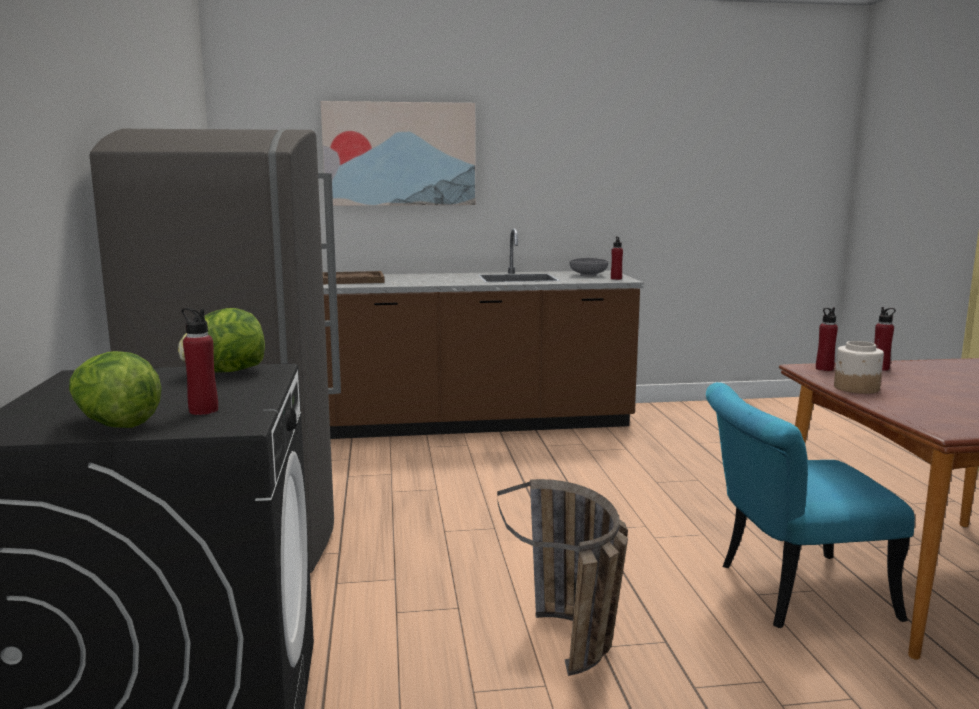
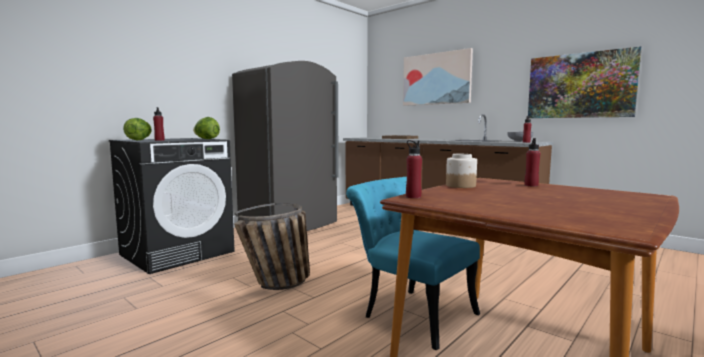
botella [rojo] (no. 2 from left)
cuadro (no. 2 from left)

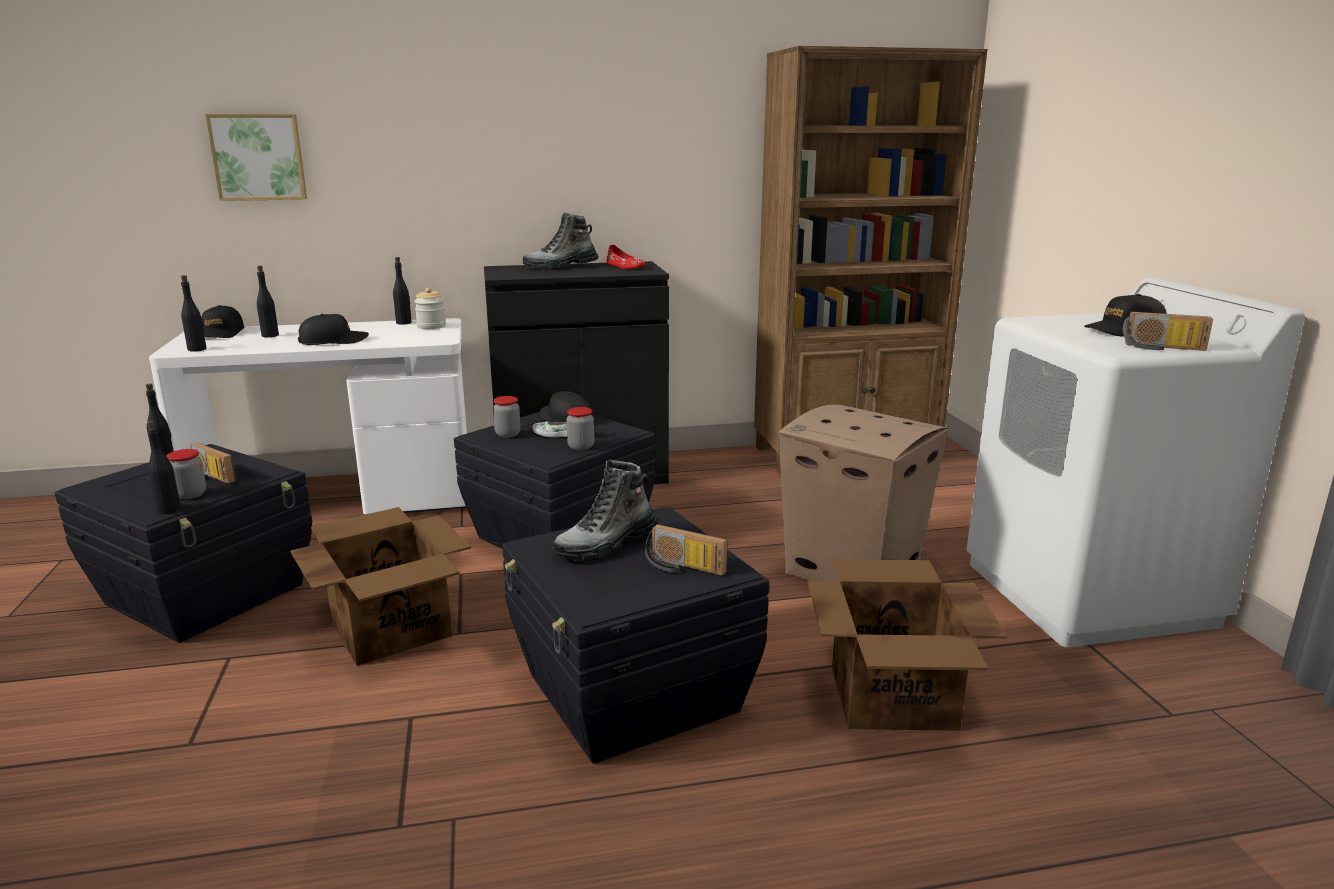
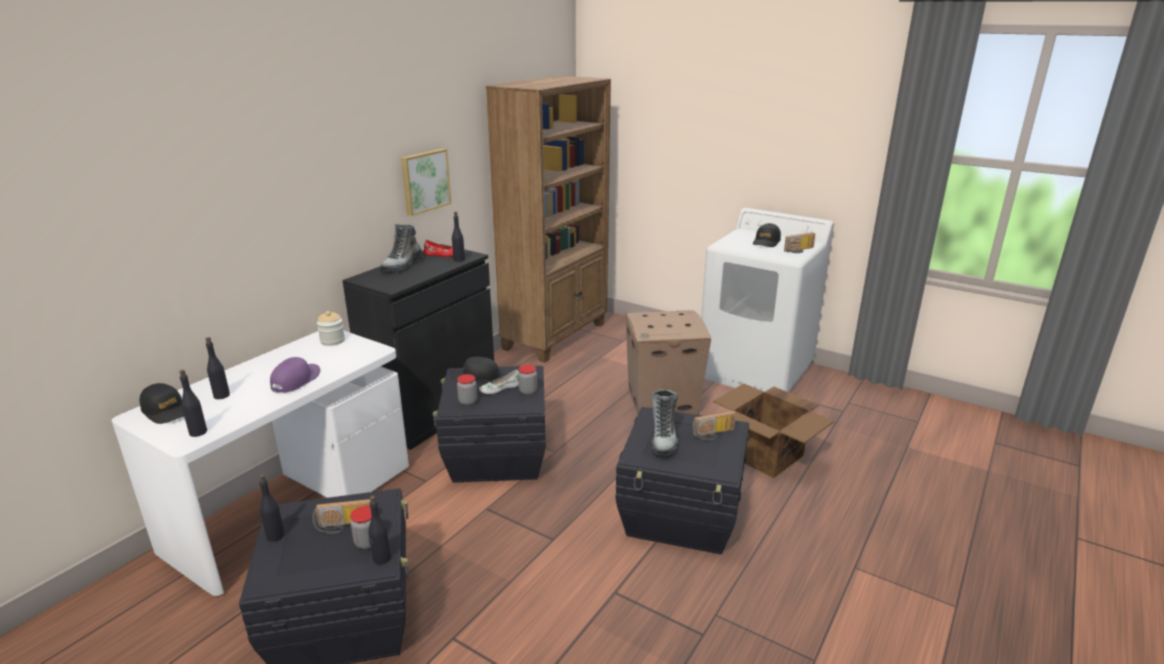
cuadro
botella [negro] (no. 5 from left)
gorra [morado]
caja de cartón (no. 1 from left in the first image)

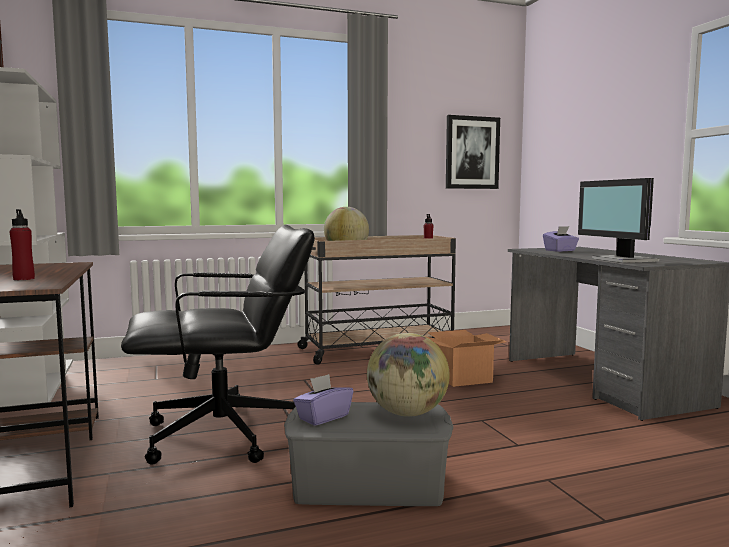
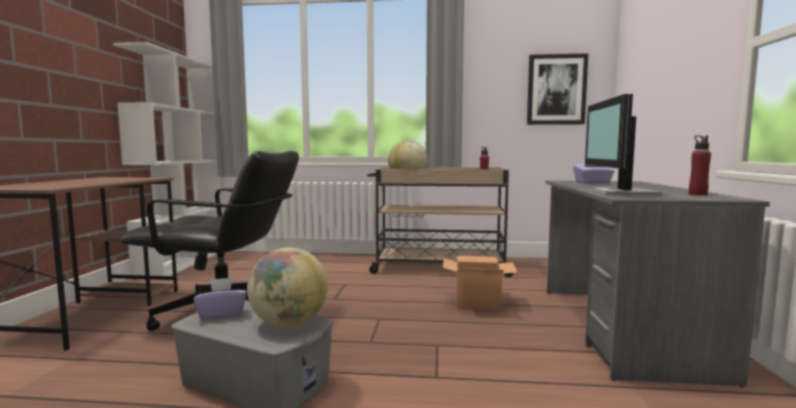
botella [rojo] (no. 2 from left)

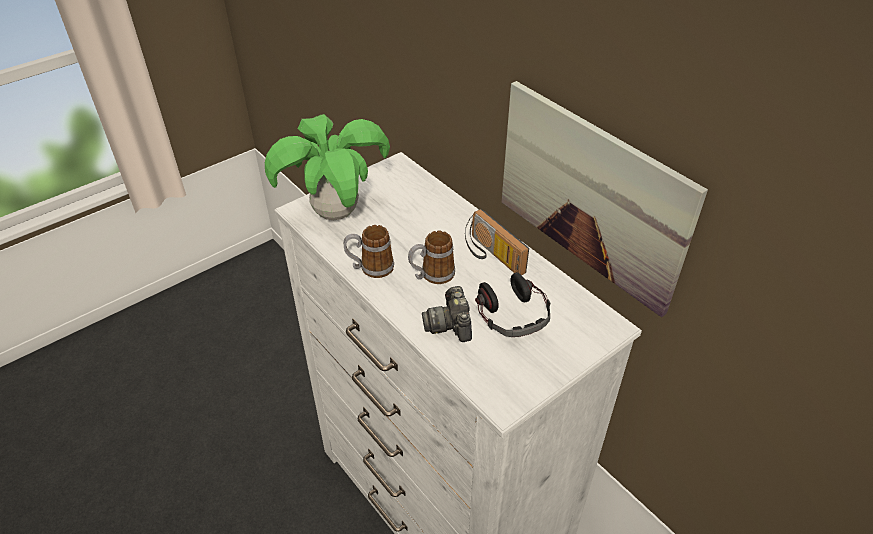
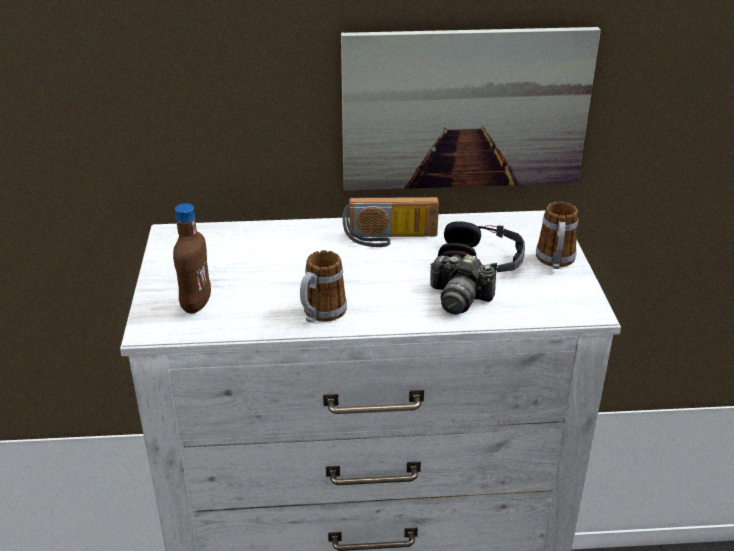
botella [marrón]
taza grande (no. 2 from left)

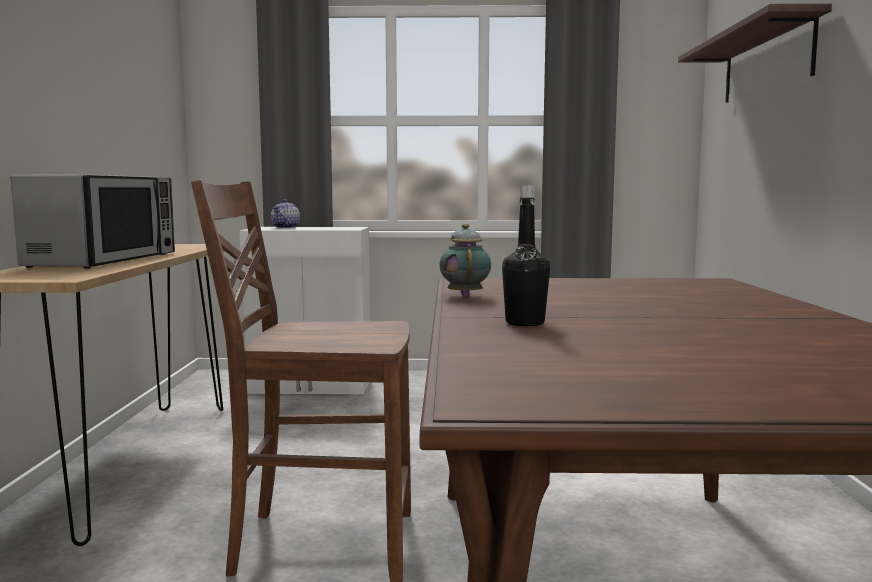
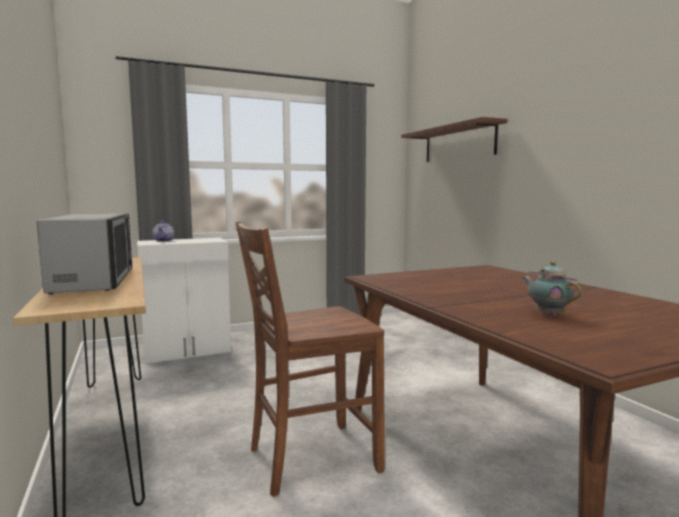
botella [negro]
tetera (no. 2 from left)

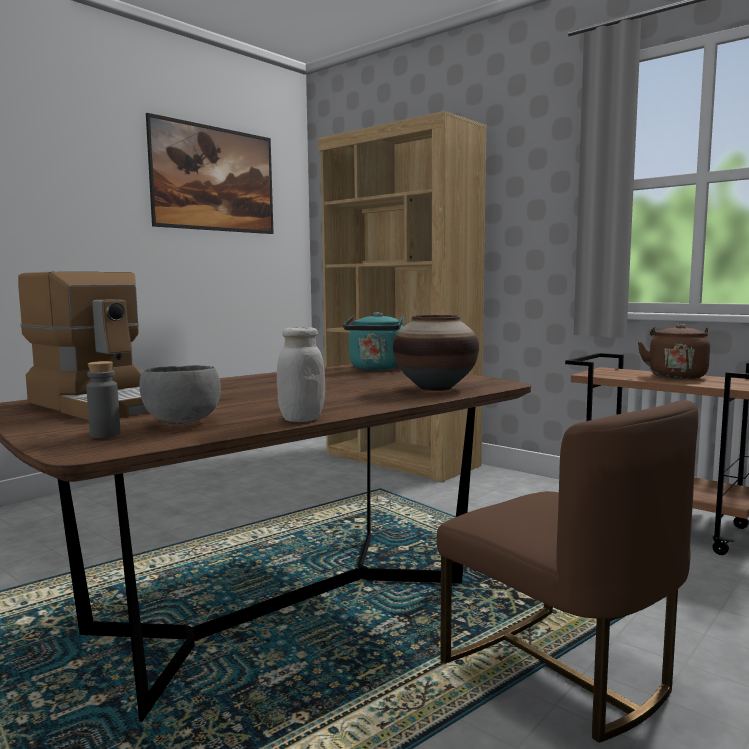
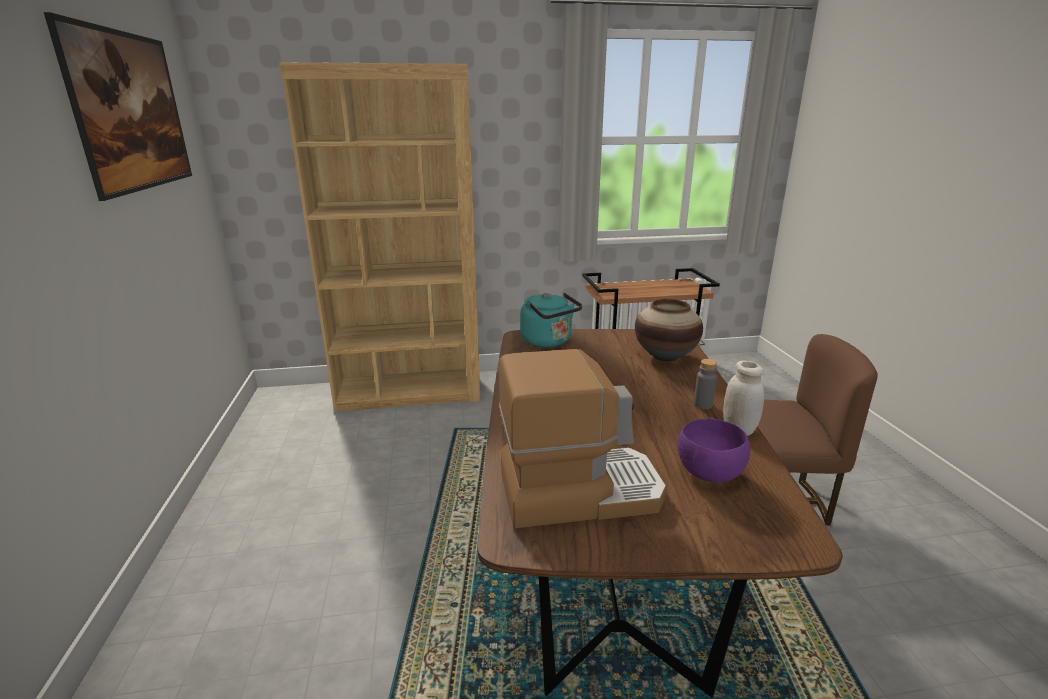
hervidor [marrón]
botella [gris]
cuenco [morado]

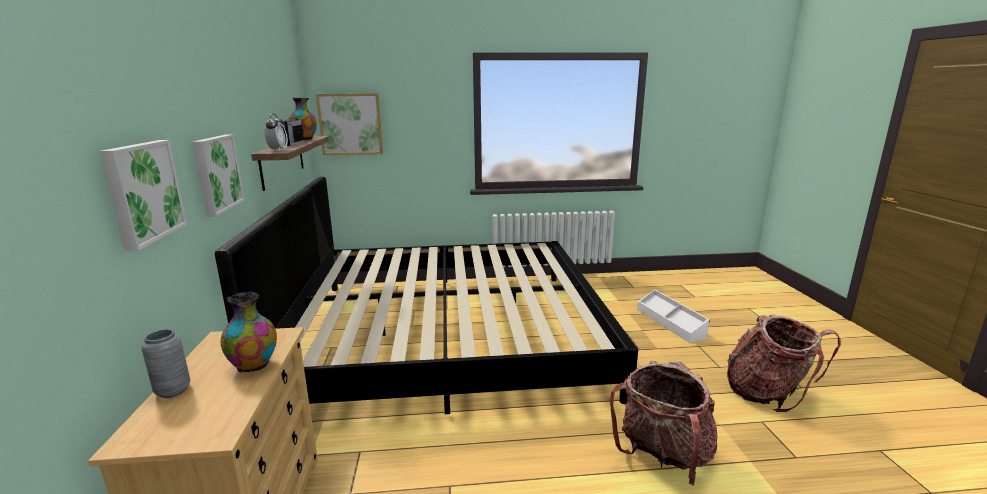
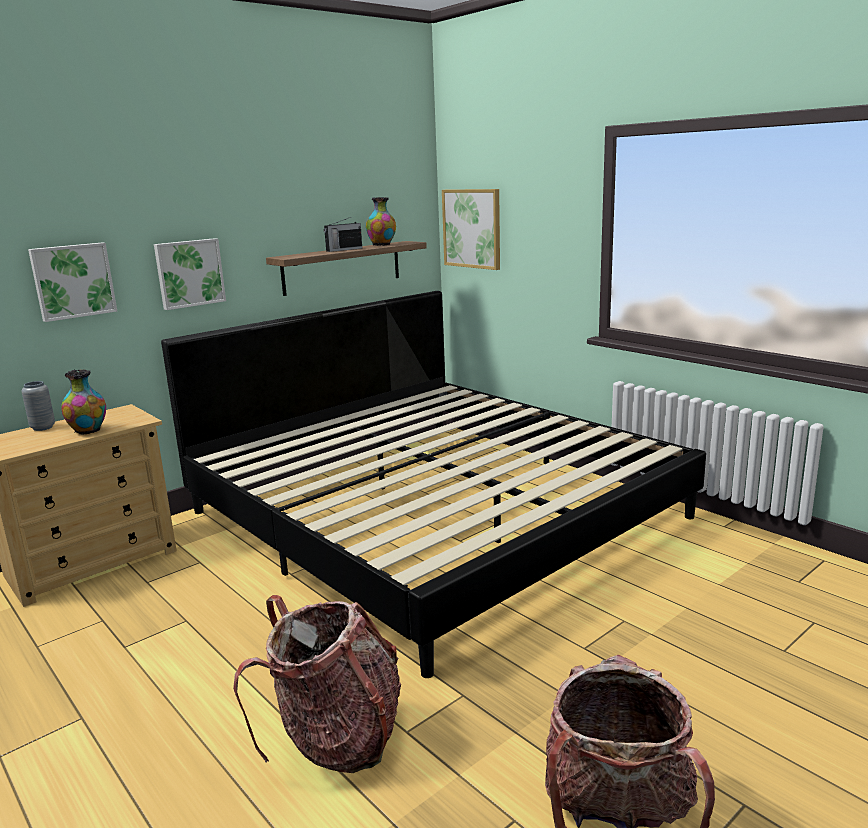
despertador
caja de almacenaje [blanco]

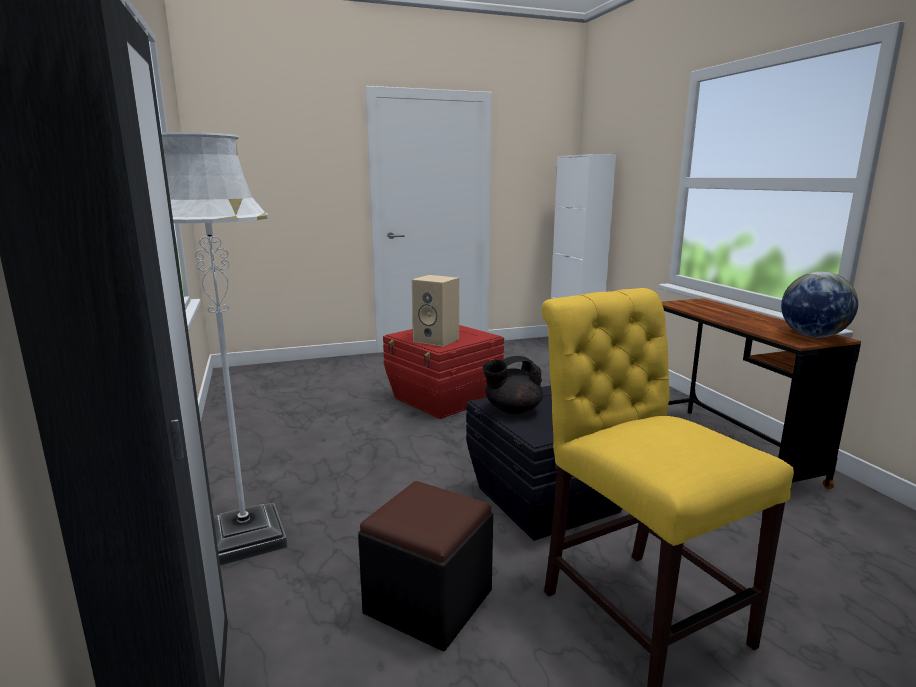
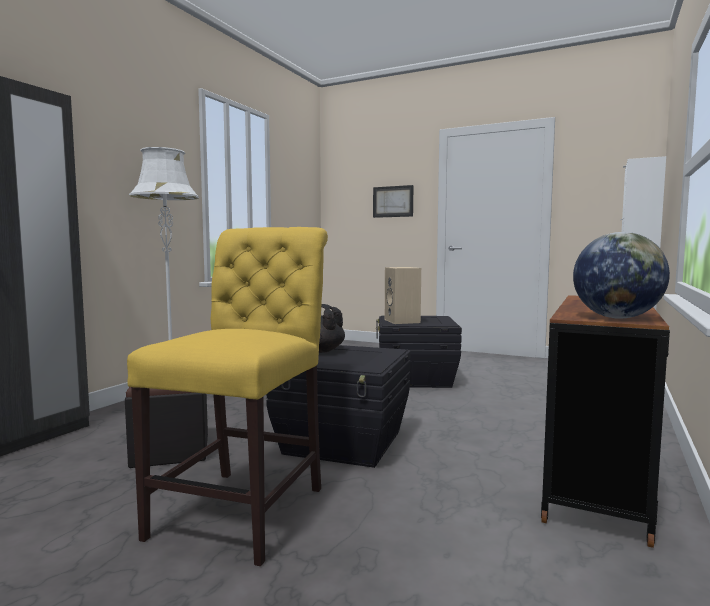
caja de almacenaje [negro] (no. 2 from left)
cuadro

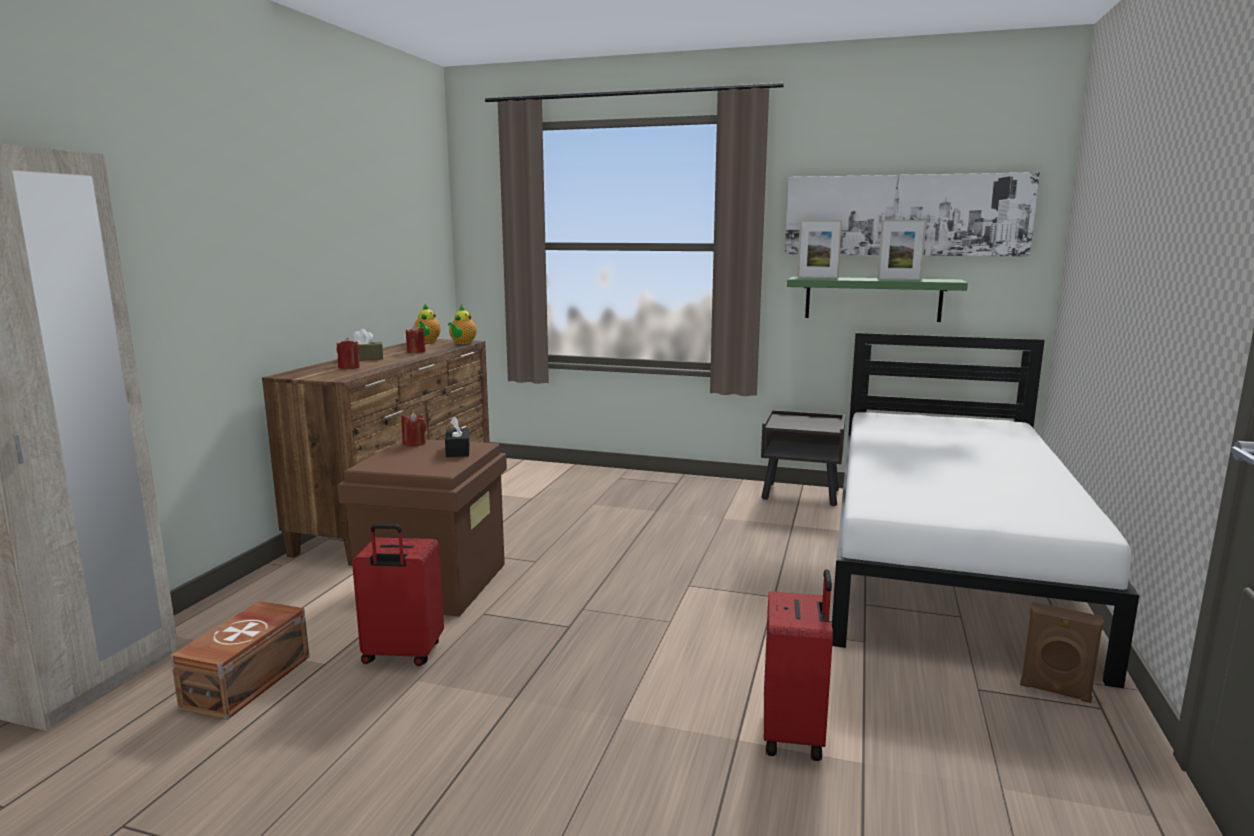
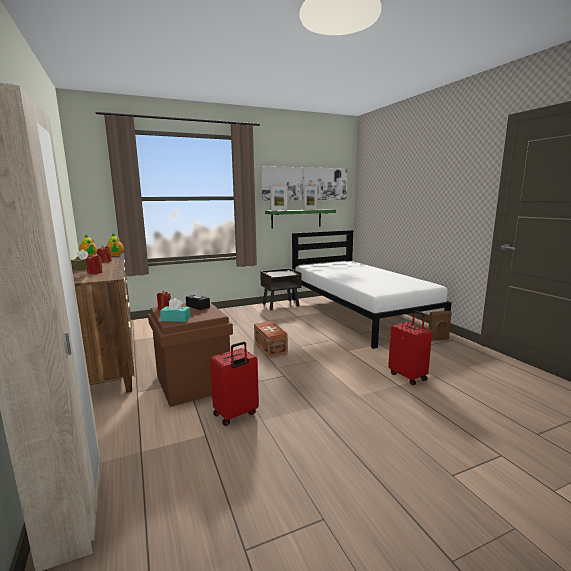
caja de almacenaje [marrón] (no. 2 from left)
caja de pañuelos [turquesa]

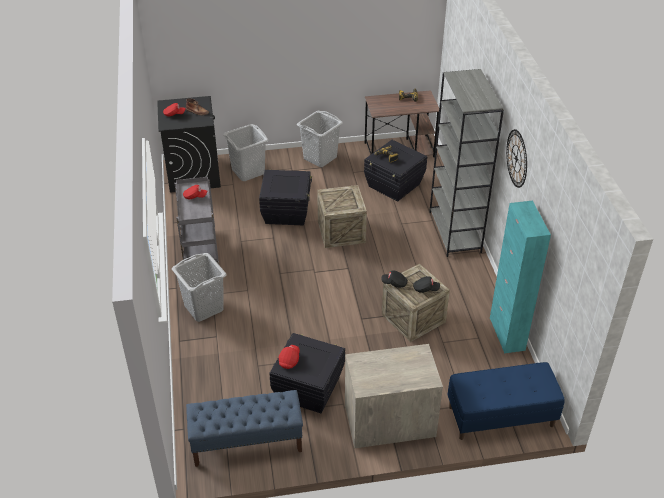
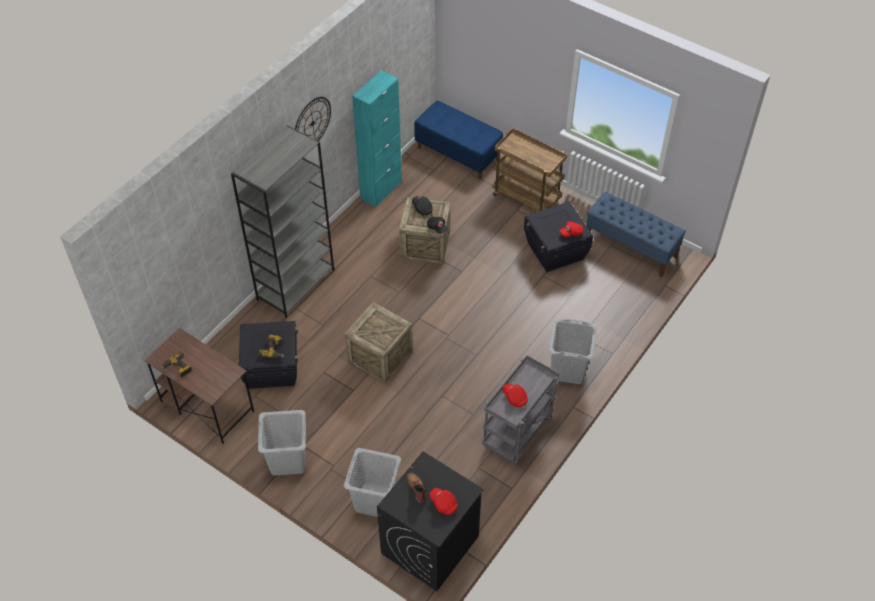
caja de almacenaje [negro] (no. 1 from left in the first image)
carrito [marrón]

